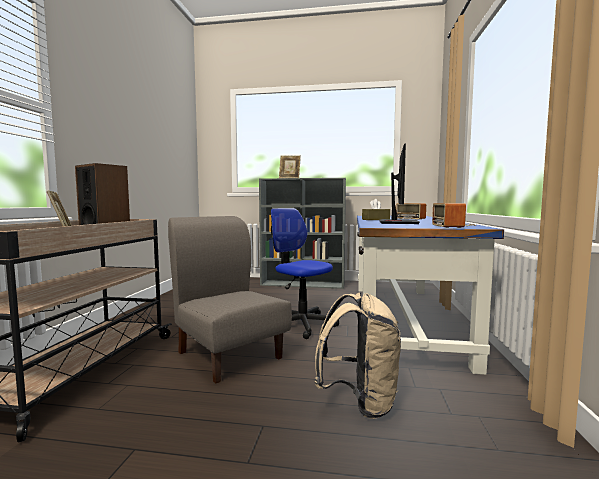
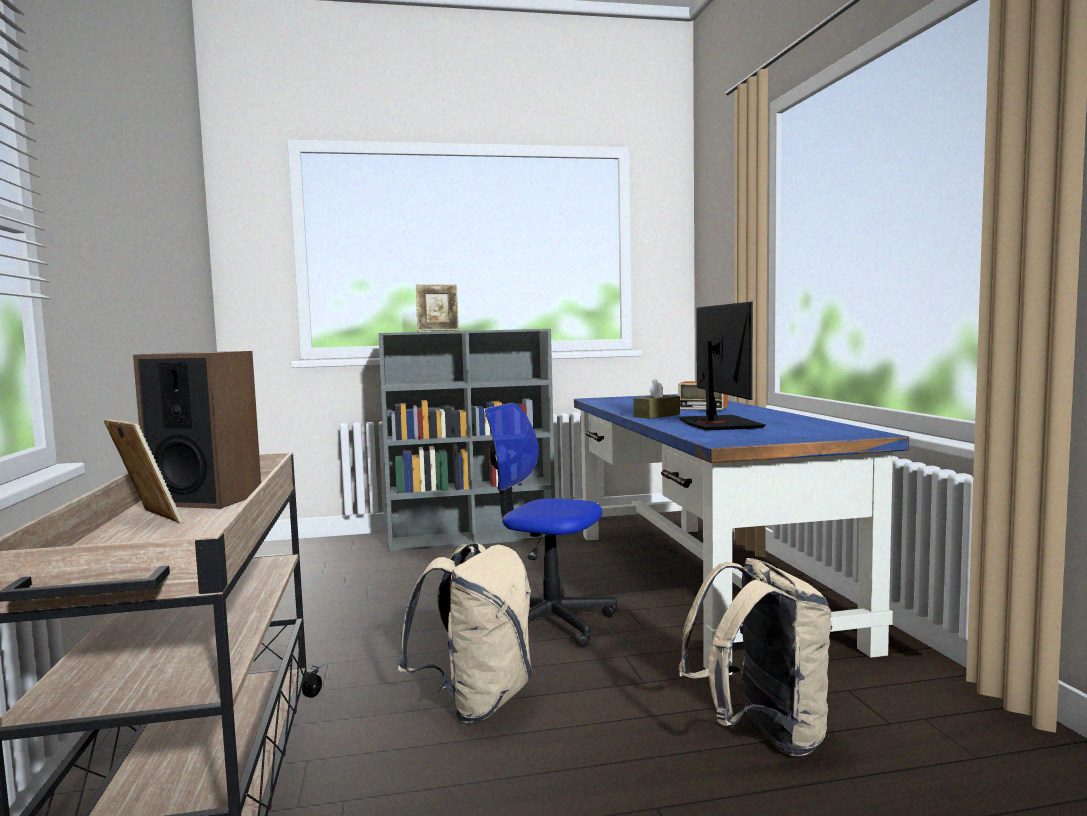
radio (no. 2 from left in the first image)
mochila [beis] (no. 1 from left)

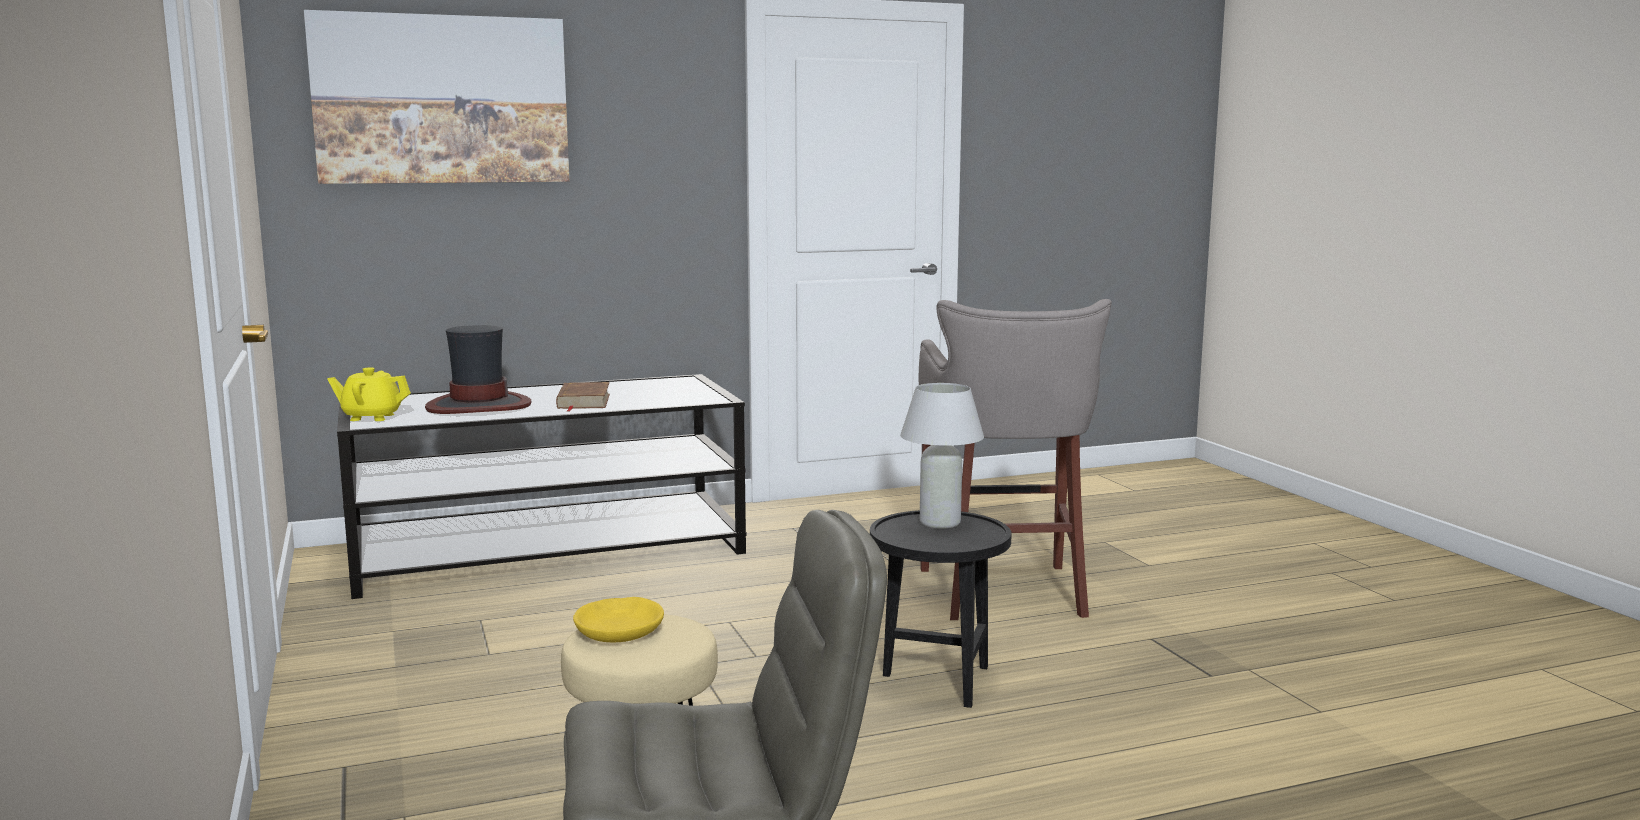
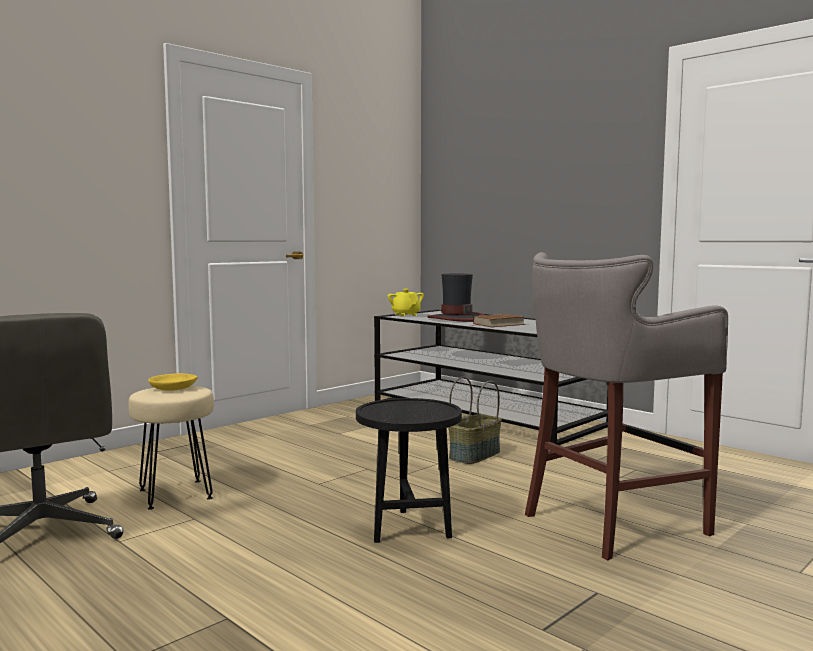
cuadro
lámpara de mesa [blanco]
cesta

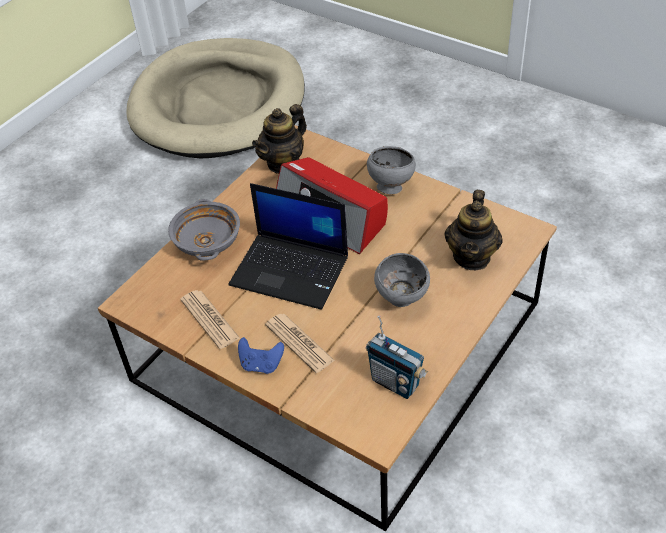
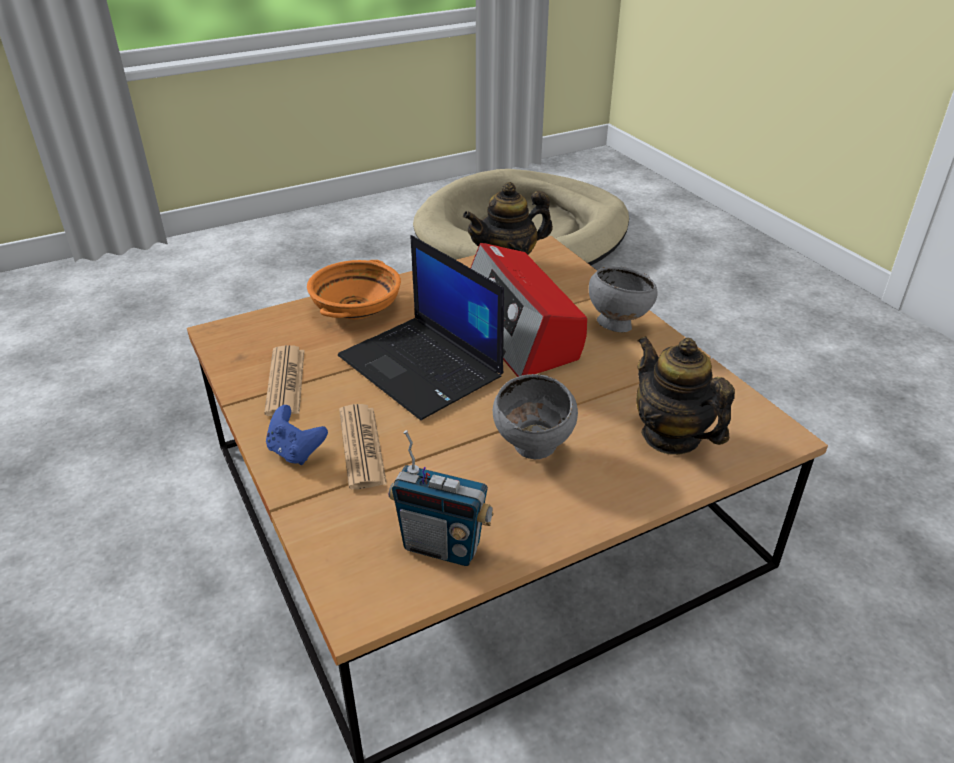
tetera (no. 2 from left)
cuenco [naranja]
radio (no. 1 from left)

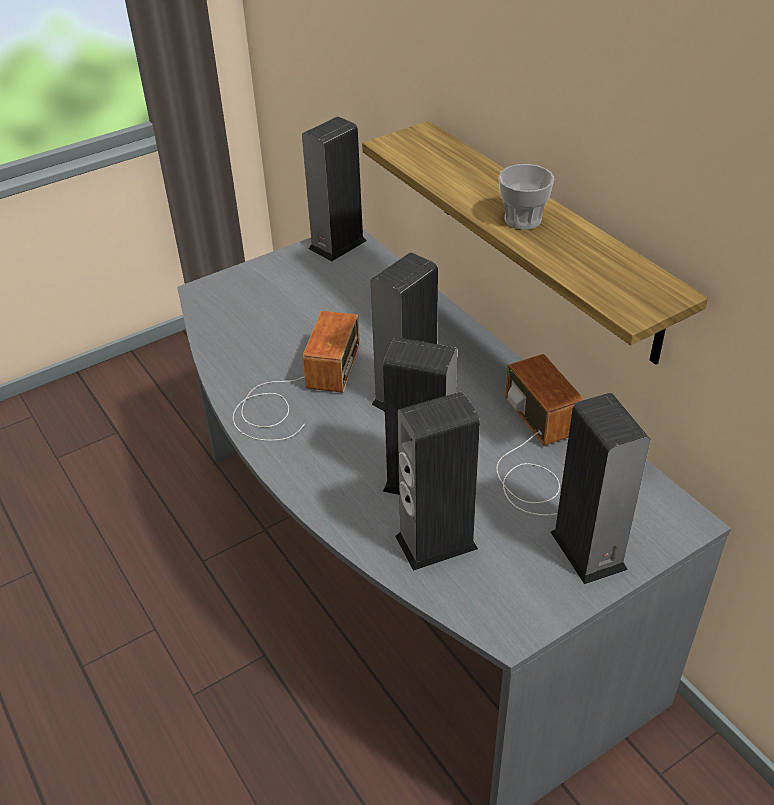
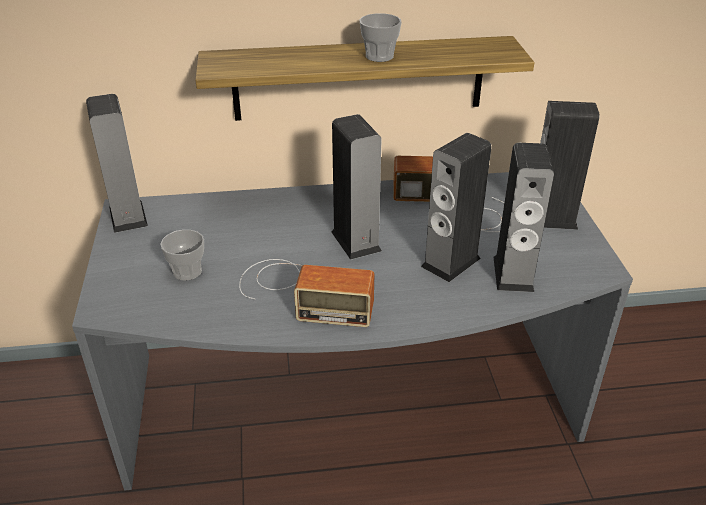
radio (no. 1 from left)
taza (no. 1 from left)

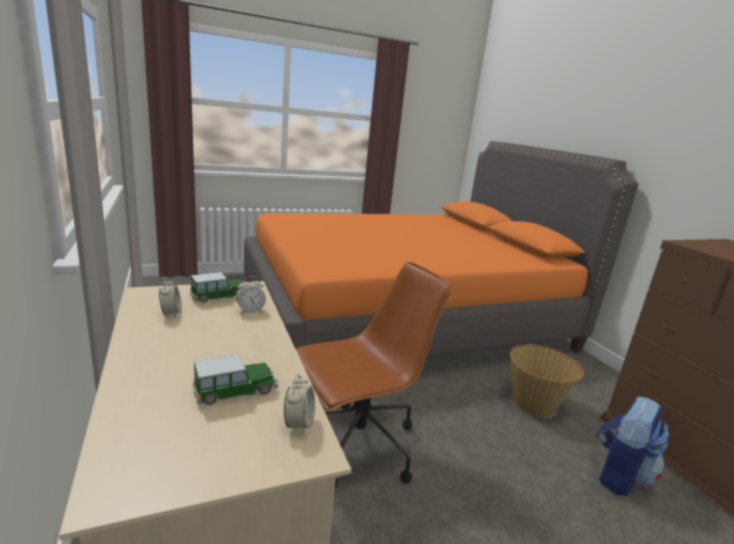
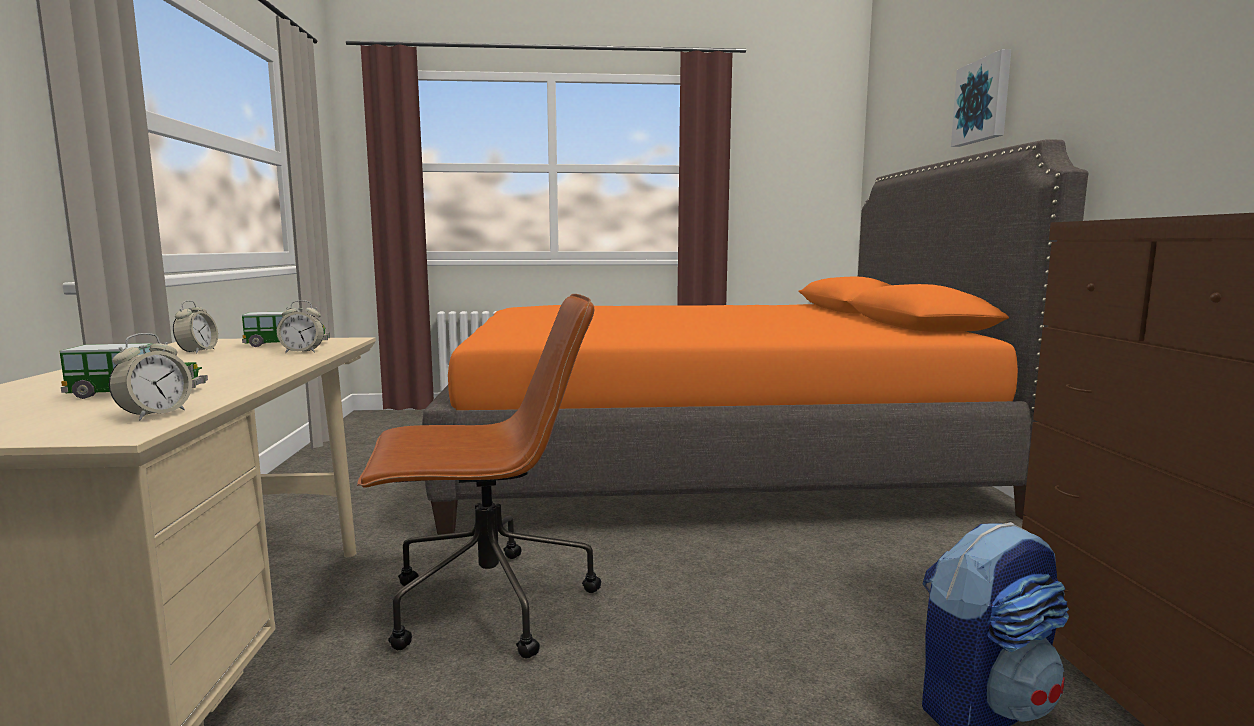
cesta
cuadro

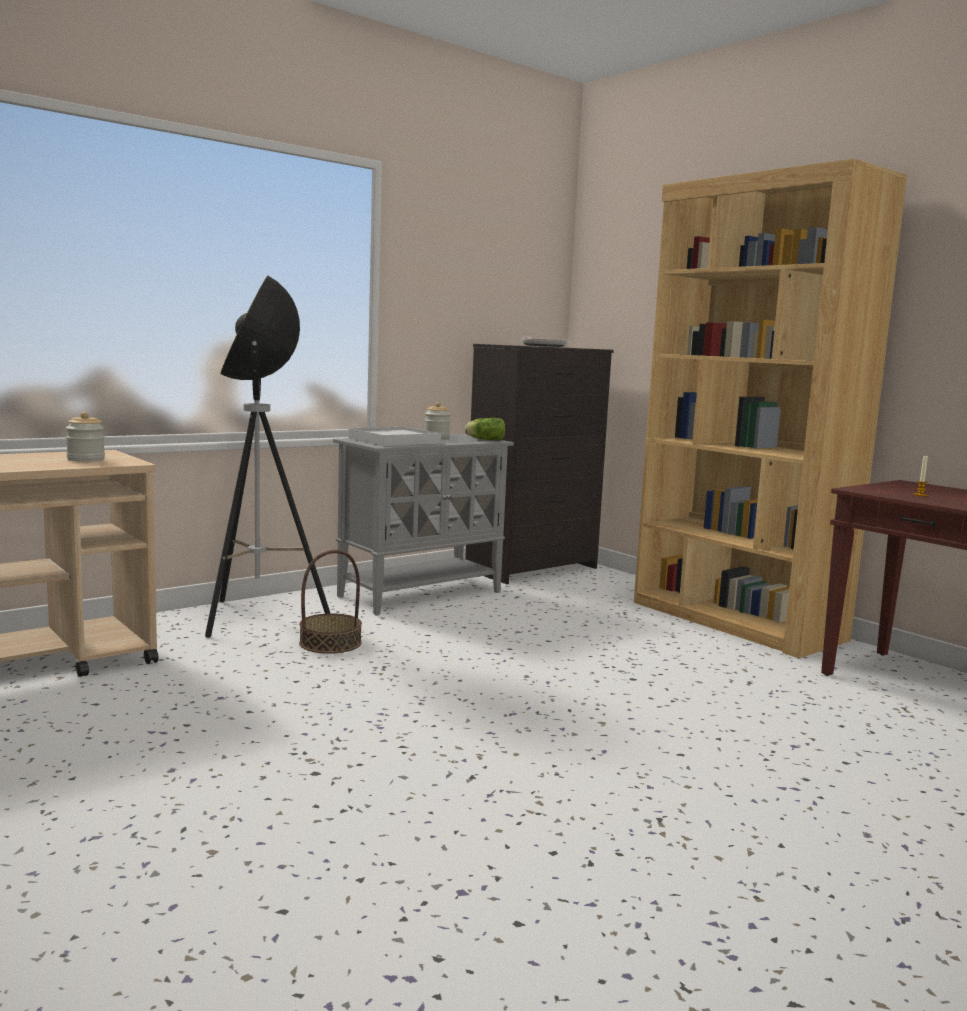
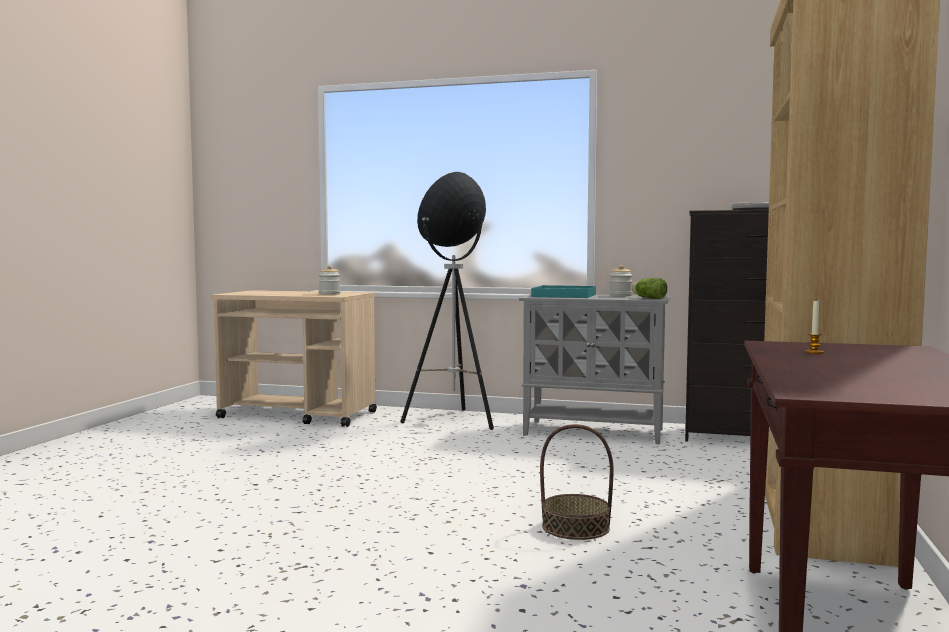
bandeja [turquesa]
cesta

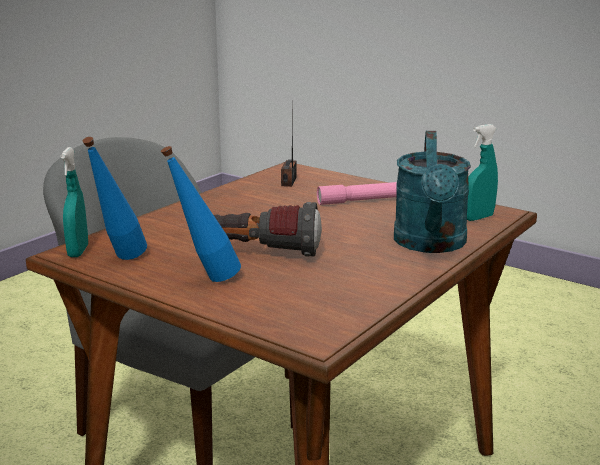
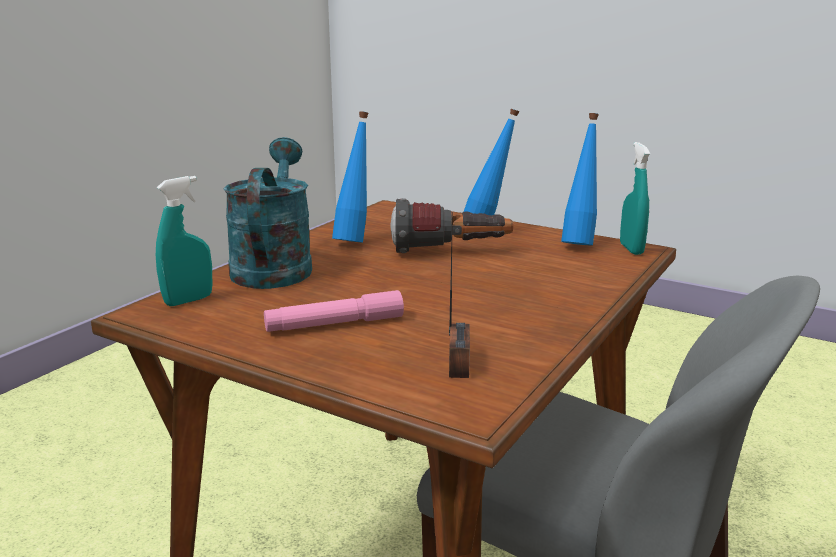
botella [azul] (no. 1 from left)

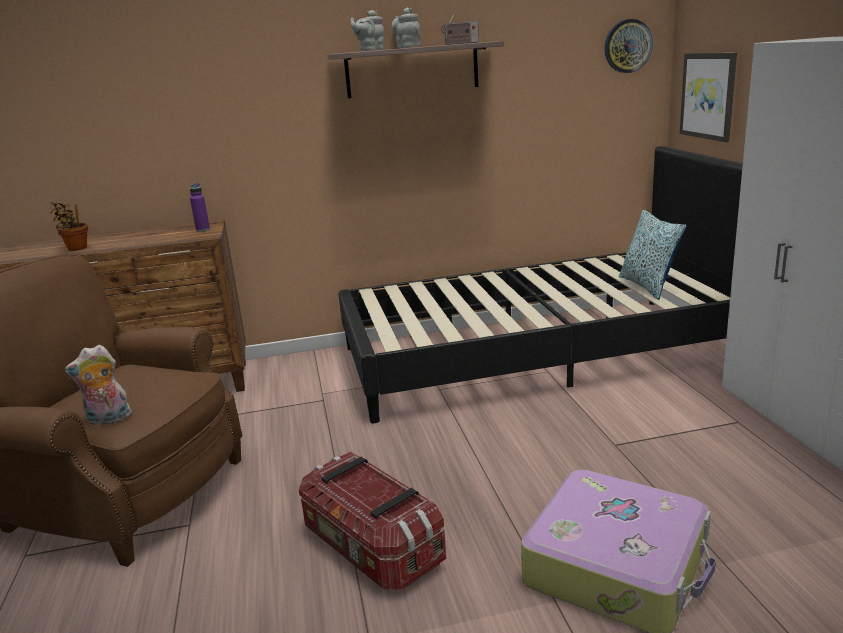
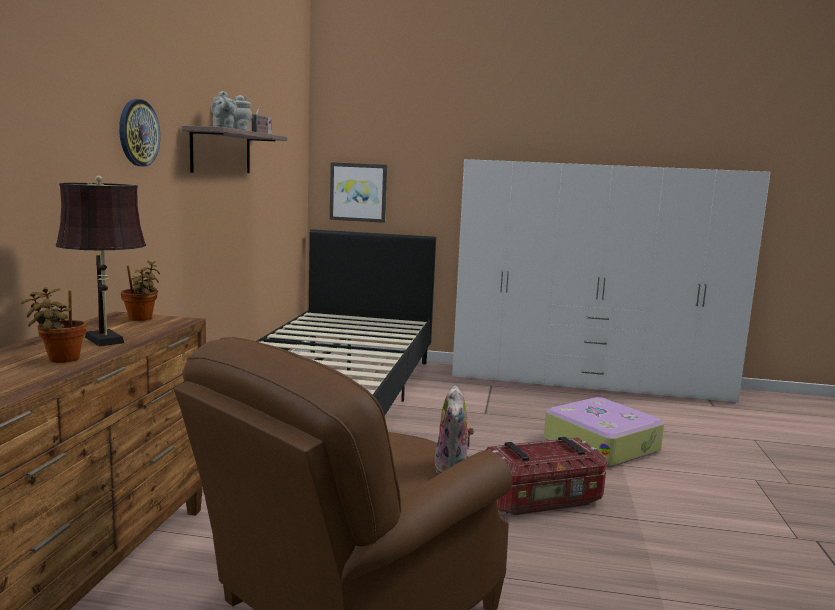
reloj de pared
planta en maceta (no. 2 from left)
cojín
lámpara de mesa [marrón]

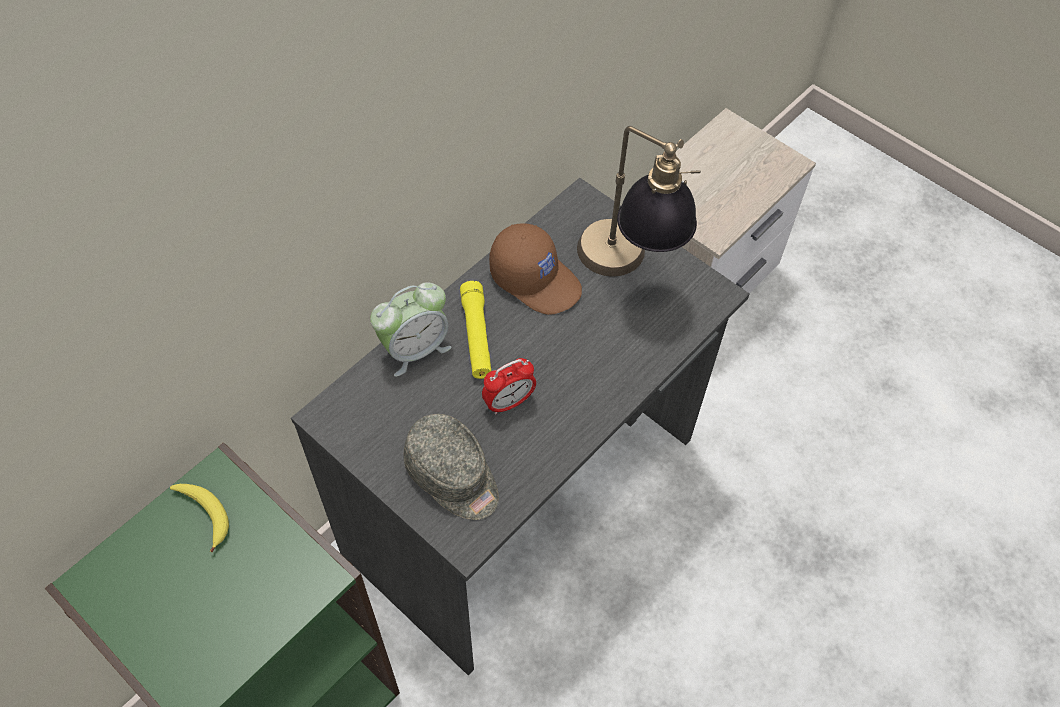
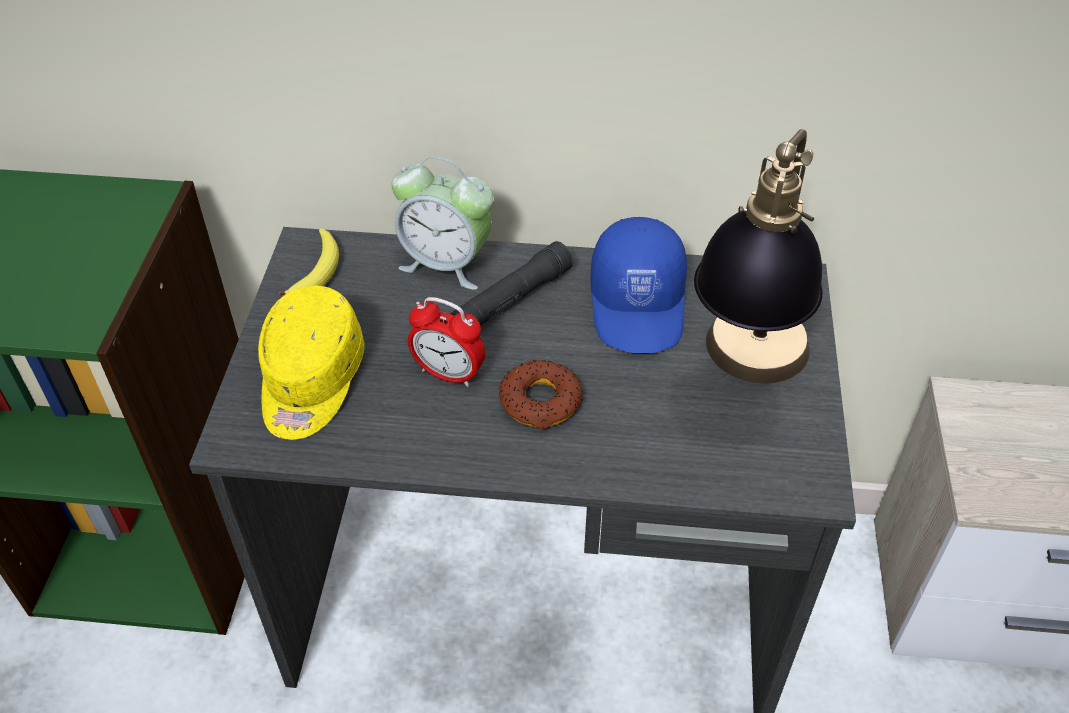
gorra [azul]
linterna [negro]
gorra [amarillo]
plátano
rosquilla

